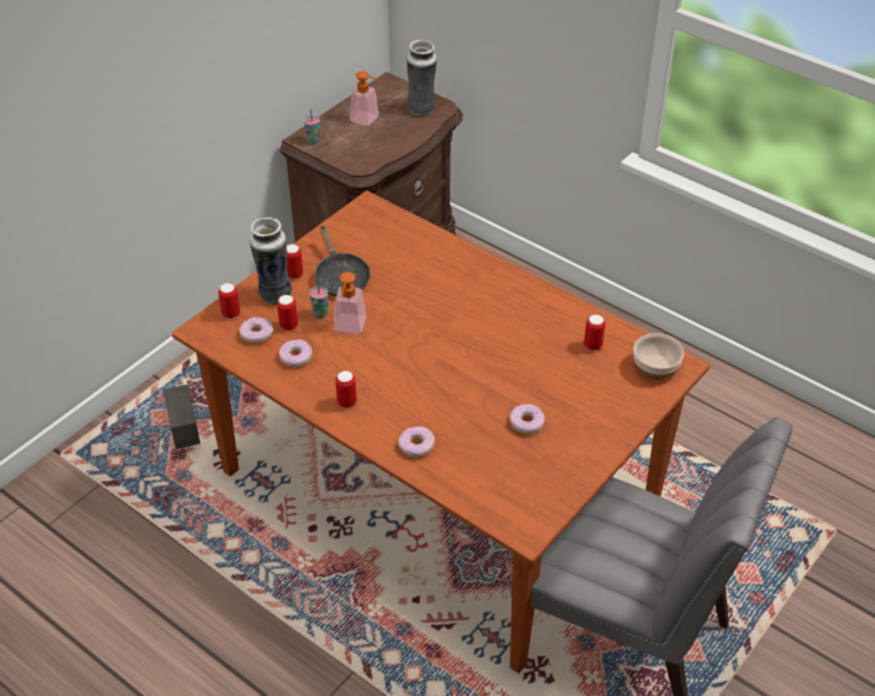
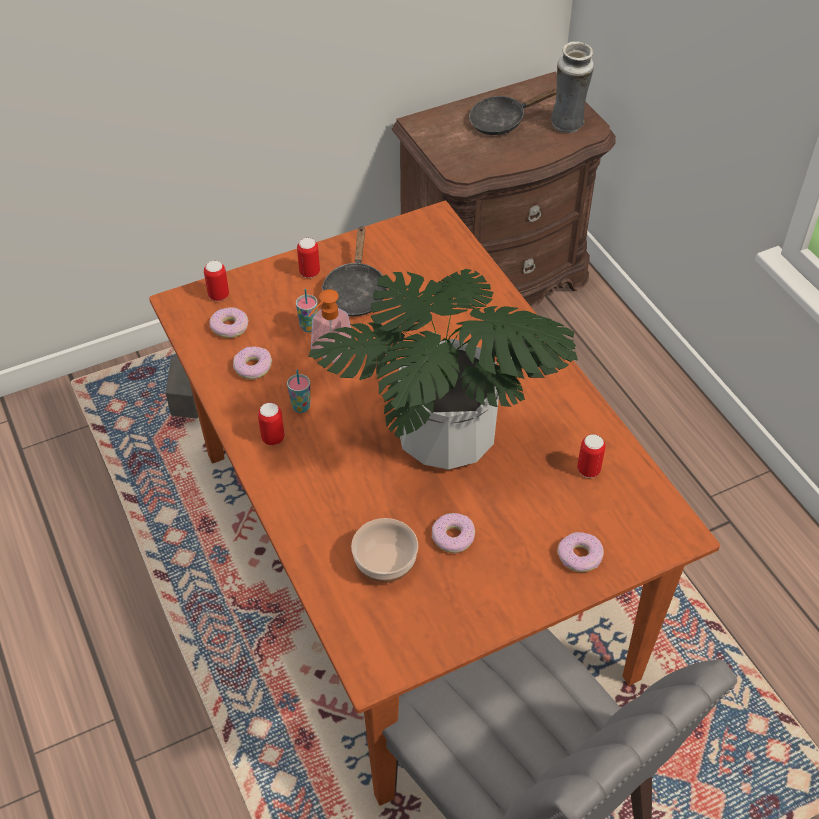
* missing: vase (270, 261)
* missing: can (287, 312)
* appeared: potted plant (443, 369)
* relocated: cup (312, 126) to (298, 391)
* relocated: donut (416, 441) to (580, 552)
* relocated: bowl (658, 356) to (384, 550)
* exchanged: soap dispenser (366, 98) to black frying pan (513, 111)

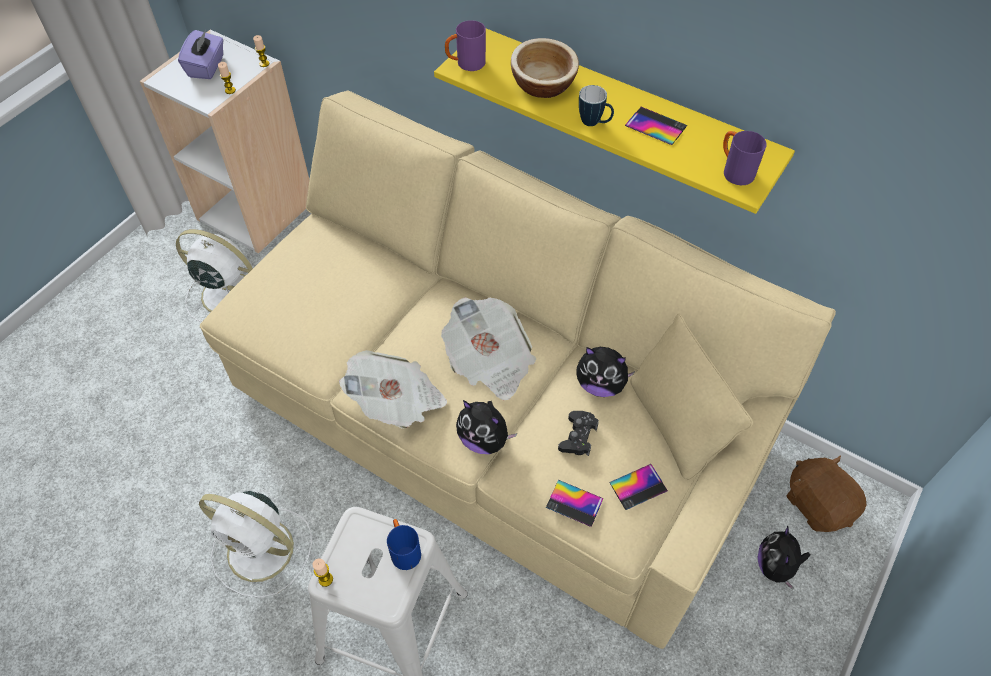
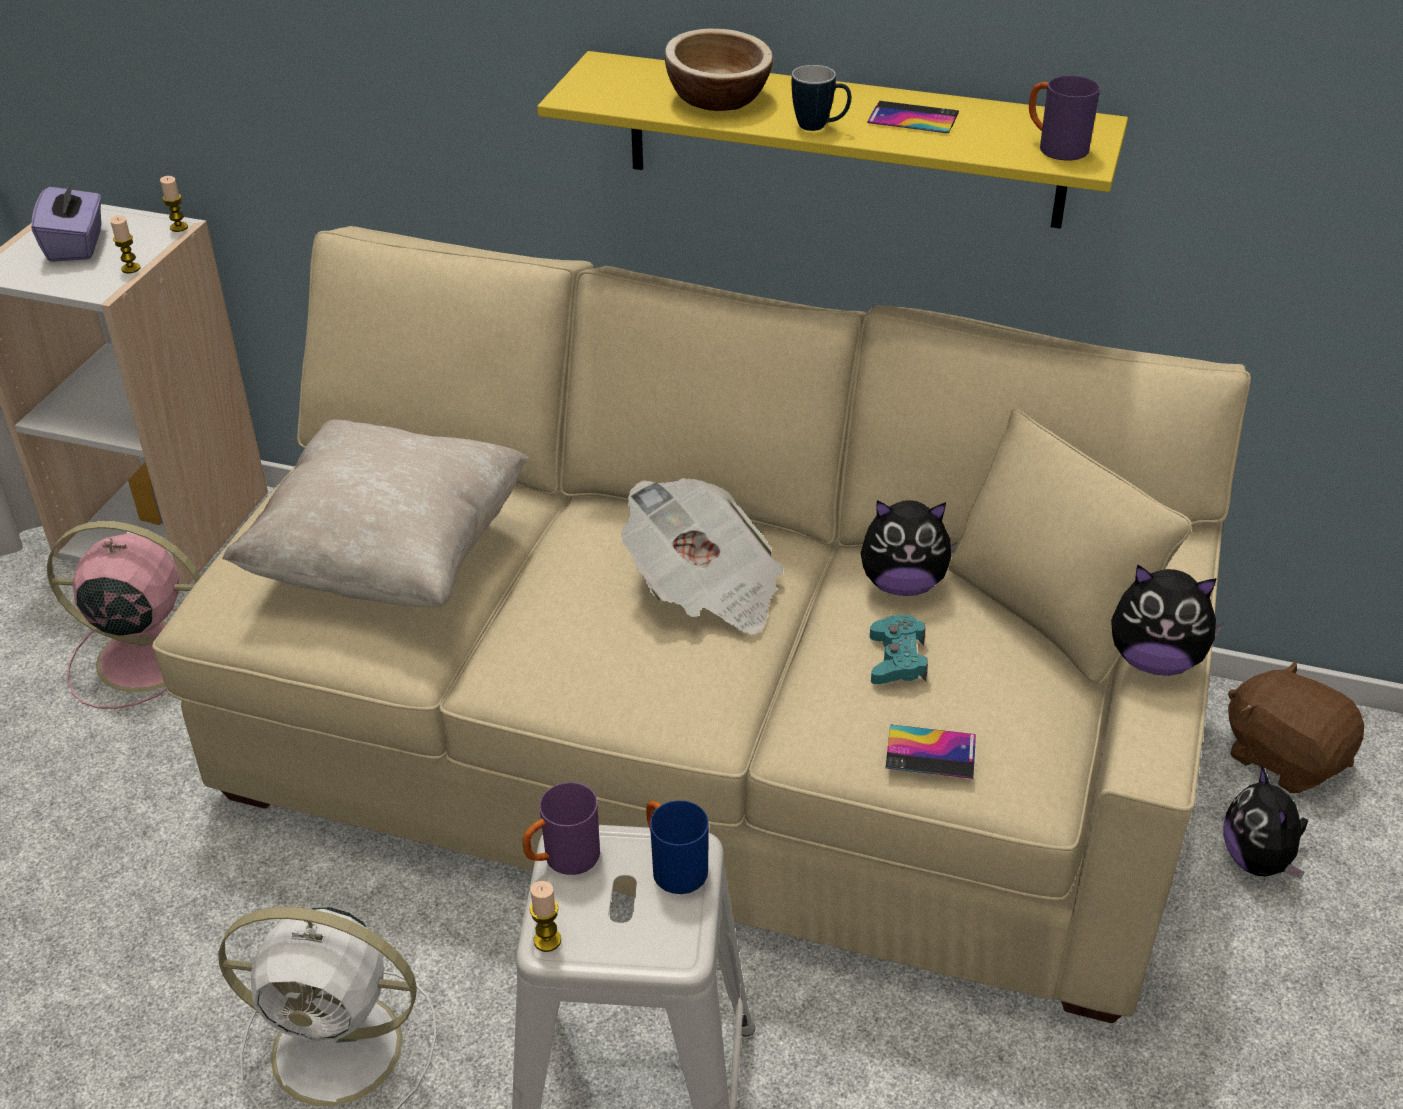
* missing: newspaper (393, 389)
* missing: phone (638, 487)
* appeared: beige pillow (375, 513)
* relocated: purple mug (465, 45) to (561, 828)
* relocated: plush toy (486, 427) to (1167, 620)
* colour: white fan (214, 275) to pink fan (124, 615)
* colour: black game controller (578, 433) to turquoise game controller (899, 649)

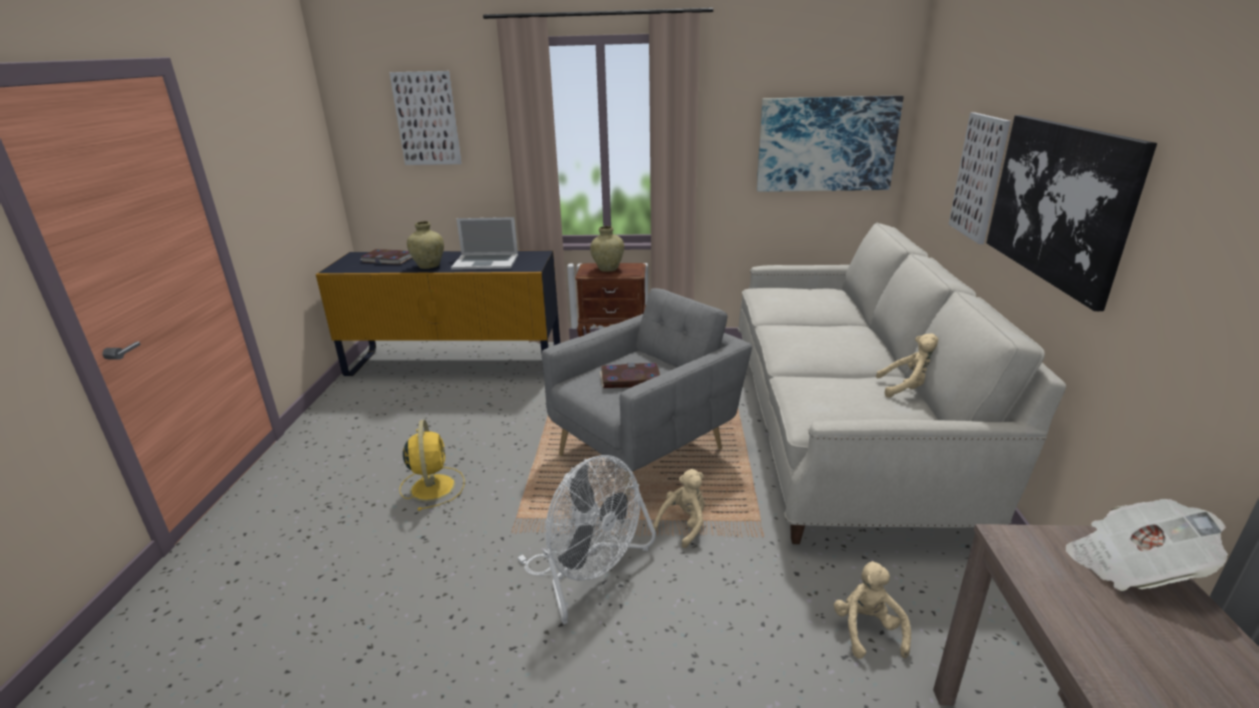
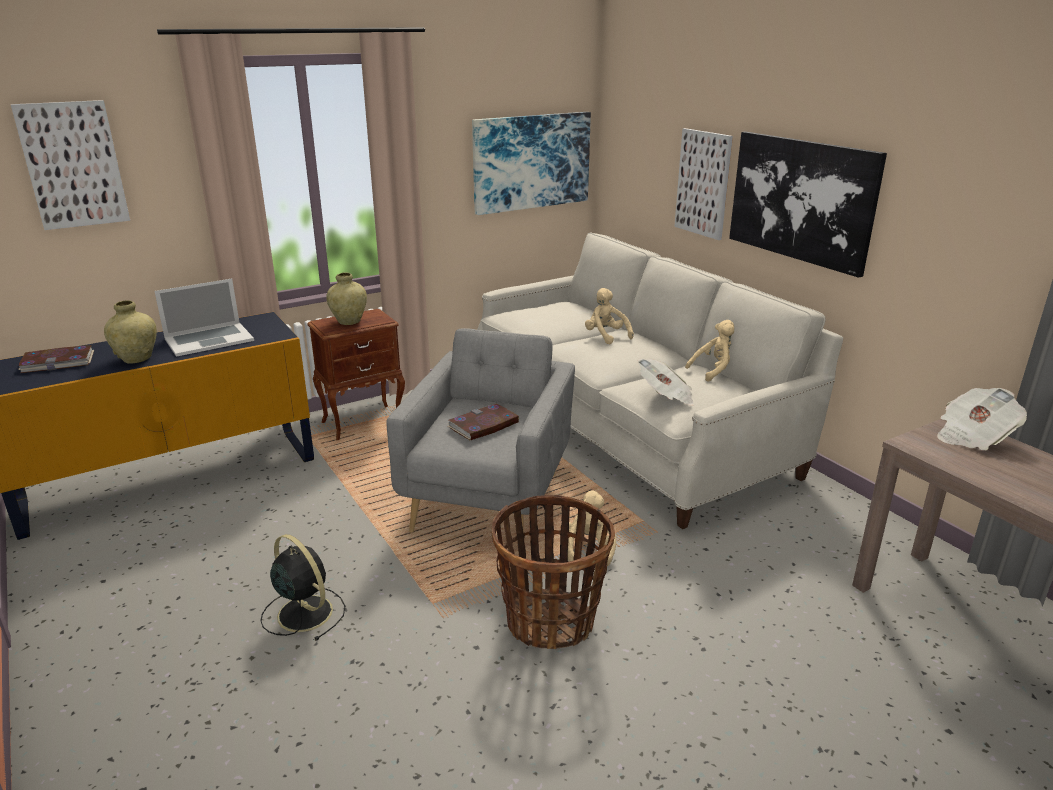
* appeared: newspaper (665, 382)
* relocated: beige plush toy (872, 610) to (609, 316)
* exchanged: white fan (587, 539) to basket (553, 572)
* colour: yellow fan (432, 465) to black fan (303, 587)

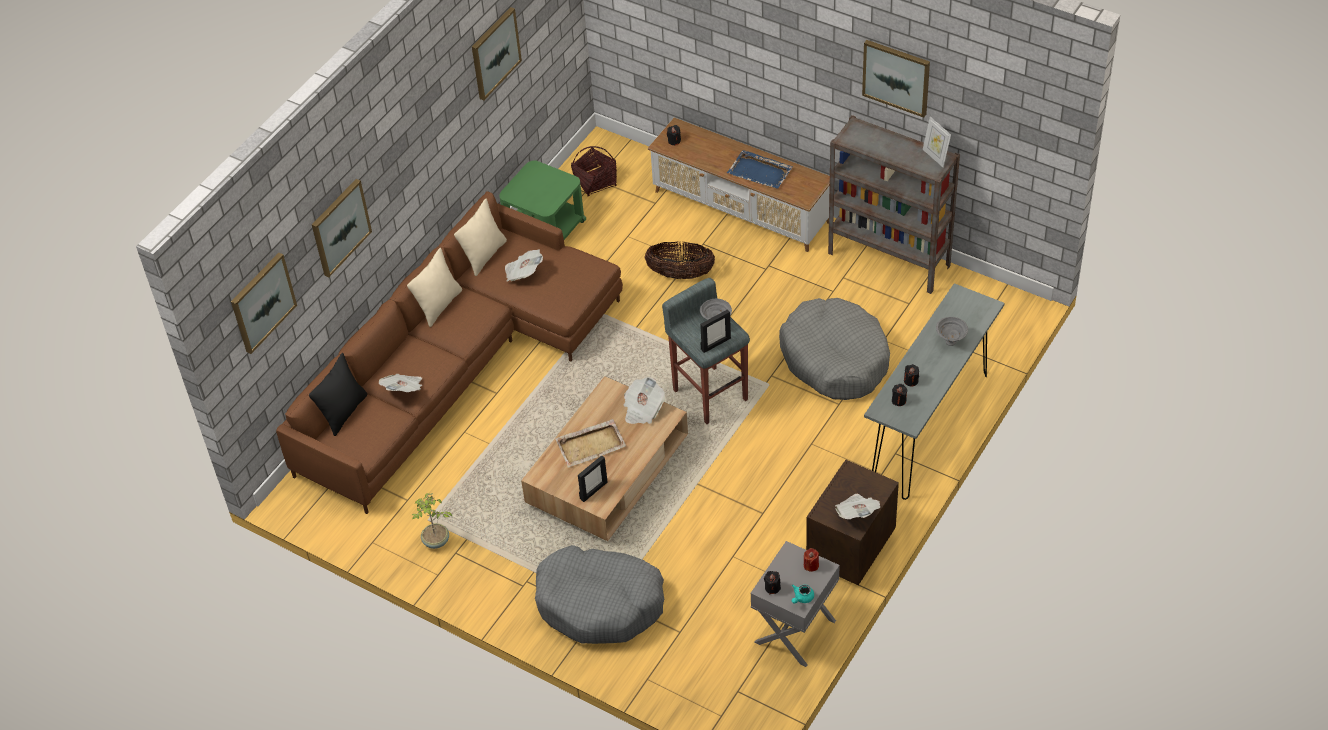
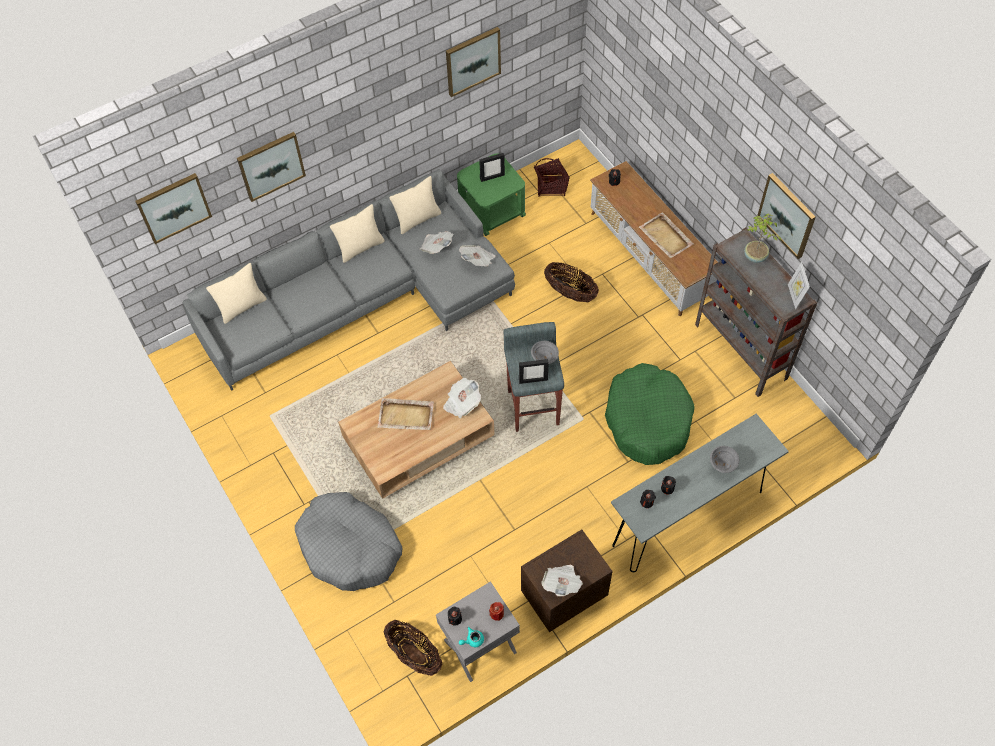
* appeared: basket (413, 648)
* relocated: newspaper (401, 383) to (477, 256)
* relocated: potted plant (432, 521) to (762, 238)
* relocated: picture frame (593, 478) to (492, 167)
* colour: brown sofa (449, 352) to grey sofa (349, 280)
* colour: black pillow (338, 394) to beige pillow (236, 293)
* colour: blue tray (760, 169) to beige tray (666, 235)
* colour: grey dog bed (834, 349) to green dog bed (650, 414)

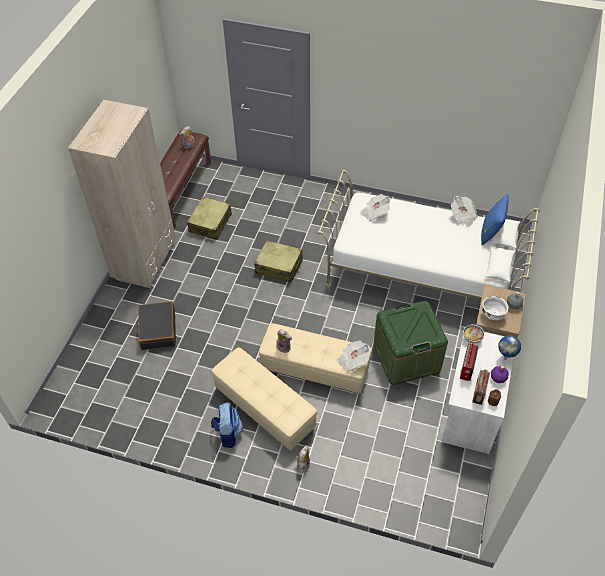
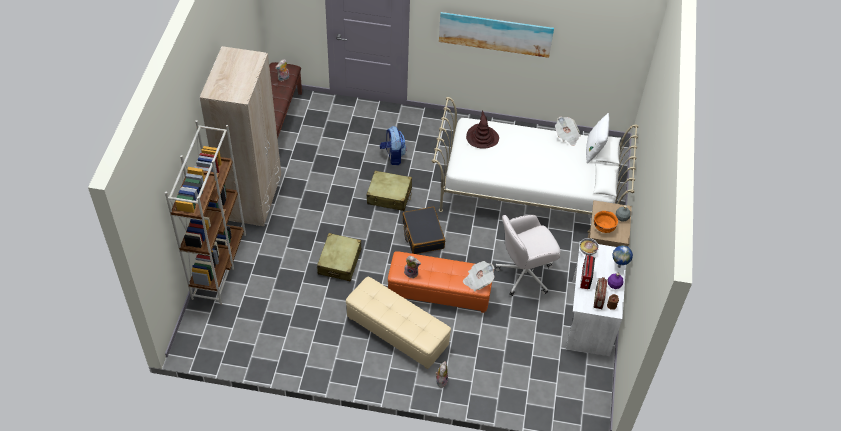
* appeared: brown bookcase (205, 212)
* appeared: picture (496, 35)
* relocated: black suitcase (156, 325) to (423, 230)
* relocated: beige suitcase (209, 218) to (339, 257)
* relocated: backpack (227, 425) to (393, 145)
* exchanged: newspaper (375, 207) to brown hat (482, 129)
* exchanged: green storage box (410, 343) to white office chair (528, 255)
* colour: beige ottoman (315, 359) to orange ottoman (441, 282)
* colour: blue pillow (495, 220) to white pillow (597, 138)
* colour: white bowl (495, 308) to orange bowl (606, 222)

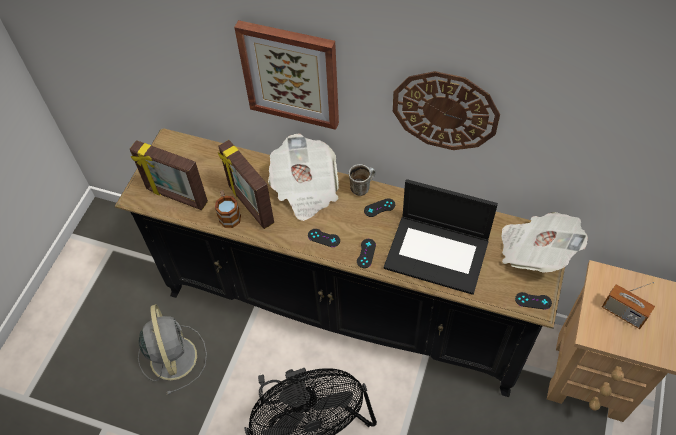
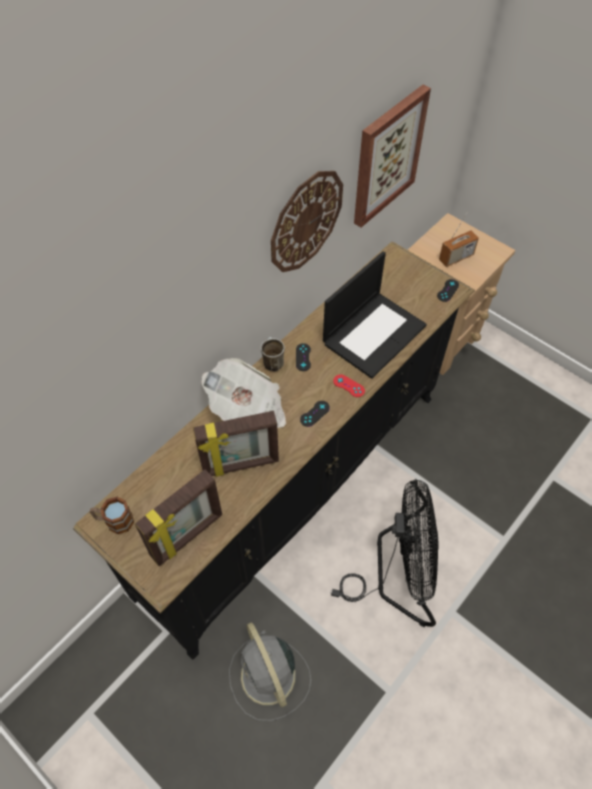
* missing: newspaper (544, 242)
* relocated: mug (228, 209) to (112, 515)
* relocated: picture (286, 75) to (392, 156)
* colour: black game controller (366, 253) to red game controller (349, 385)
* spun: grey fan (172, 349) = (270, 671) 120 degrees counterclockwise

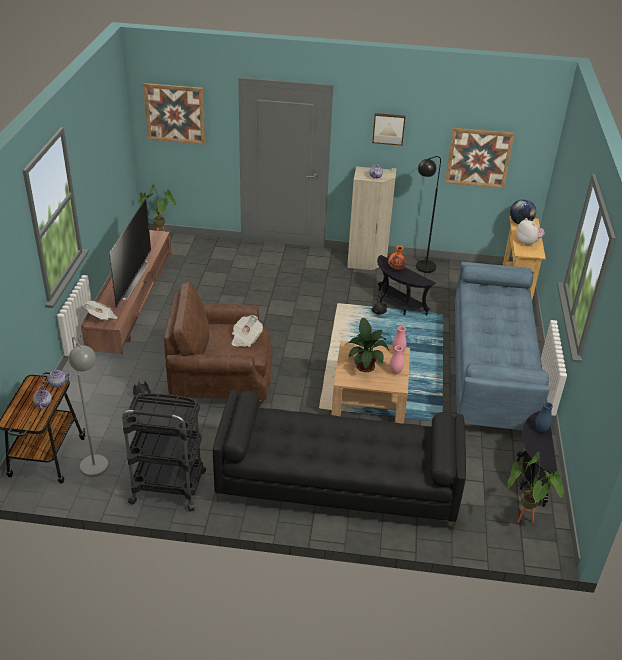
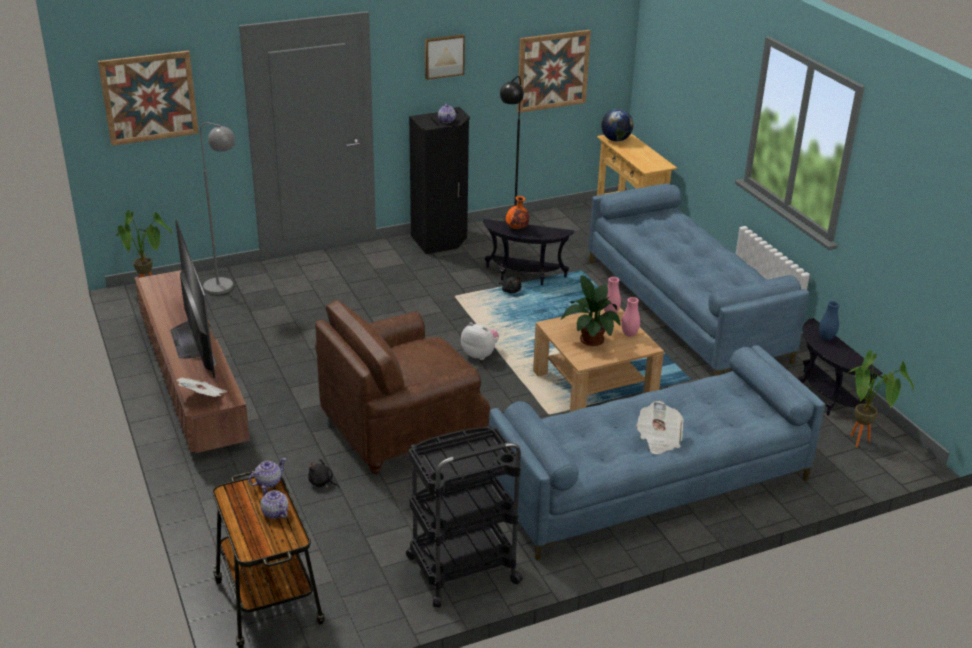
* relocated: grey floor lamp (88, 407) to (217, 208)
* relocated: newspaper (247, 331) to (660, 427)
* relocated: plush toy (530, 232) to (480, 341)
* colour: black sofa (339, 459) to blue sofa (657, 452)
* colour: beige cabinet (371, 218) to black cabinet (439, 180)

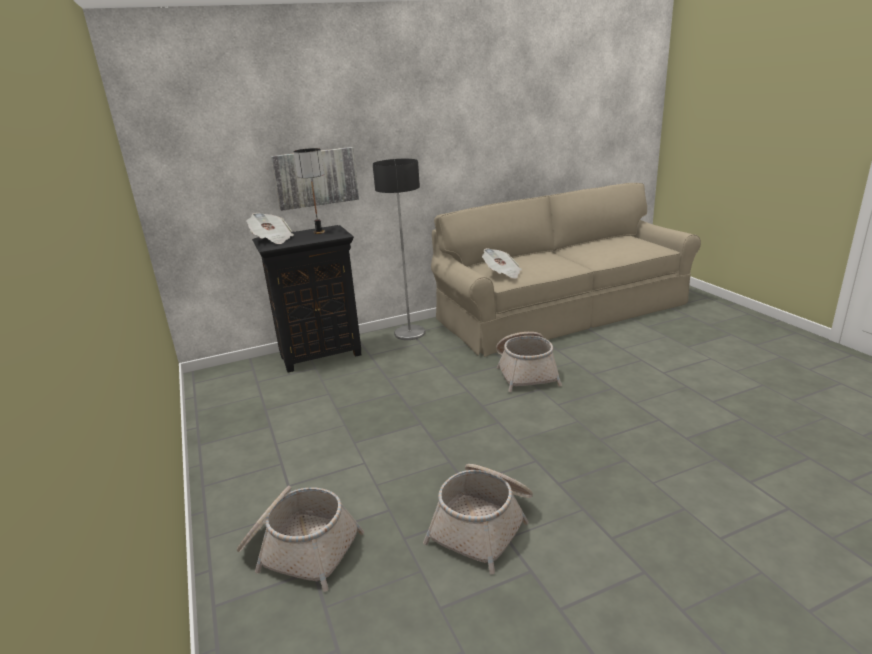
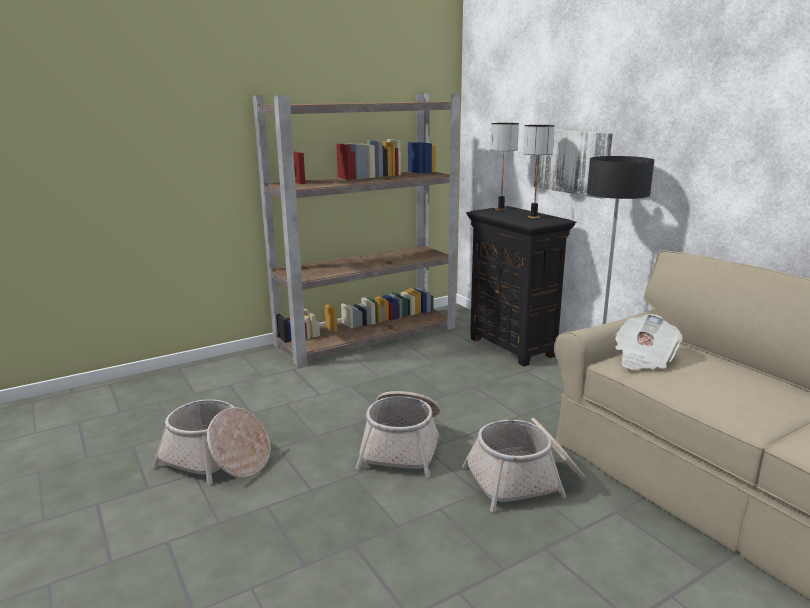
* appeared: brown bookcase (356, 230)
* relocated: basket (300, 539) to (398, 434)
* exchanged: newspaper (270, 228) to table lamp (504, 167)

